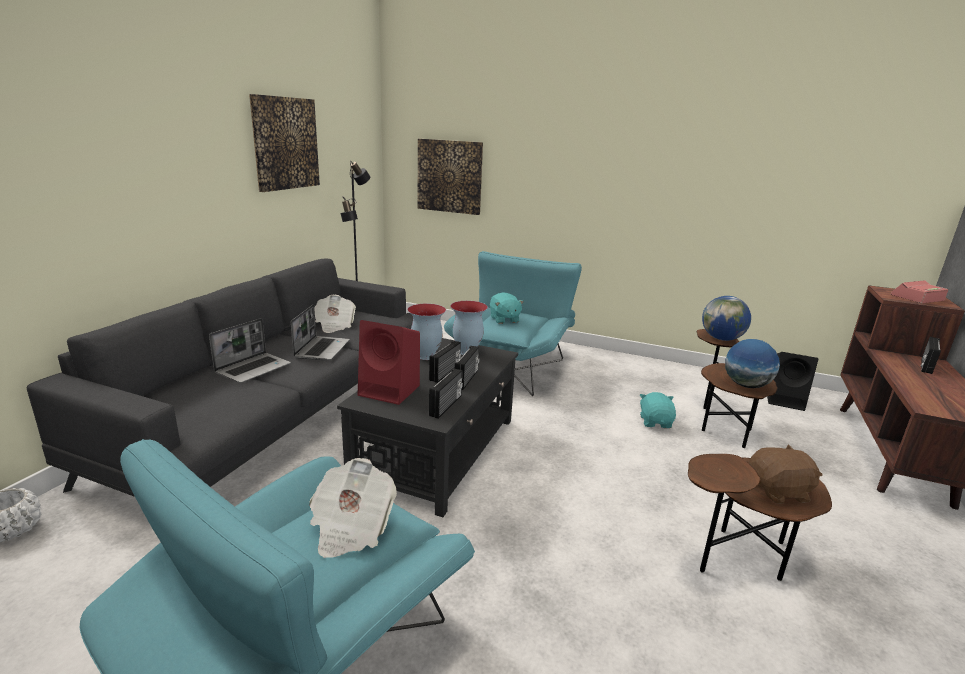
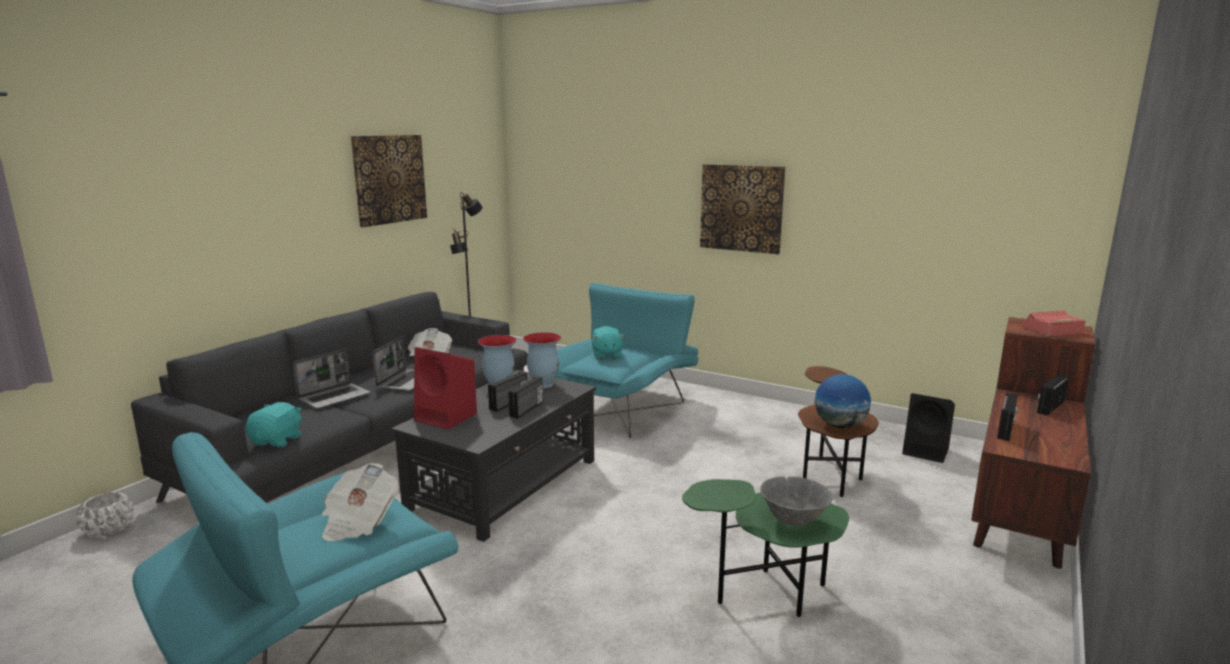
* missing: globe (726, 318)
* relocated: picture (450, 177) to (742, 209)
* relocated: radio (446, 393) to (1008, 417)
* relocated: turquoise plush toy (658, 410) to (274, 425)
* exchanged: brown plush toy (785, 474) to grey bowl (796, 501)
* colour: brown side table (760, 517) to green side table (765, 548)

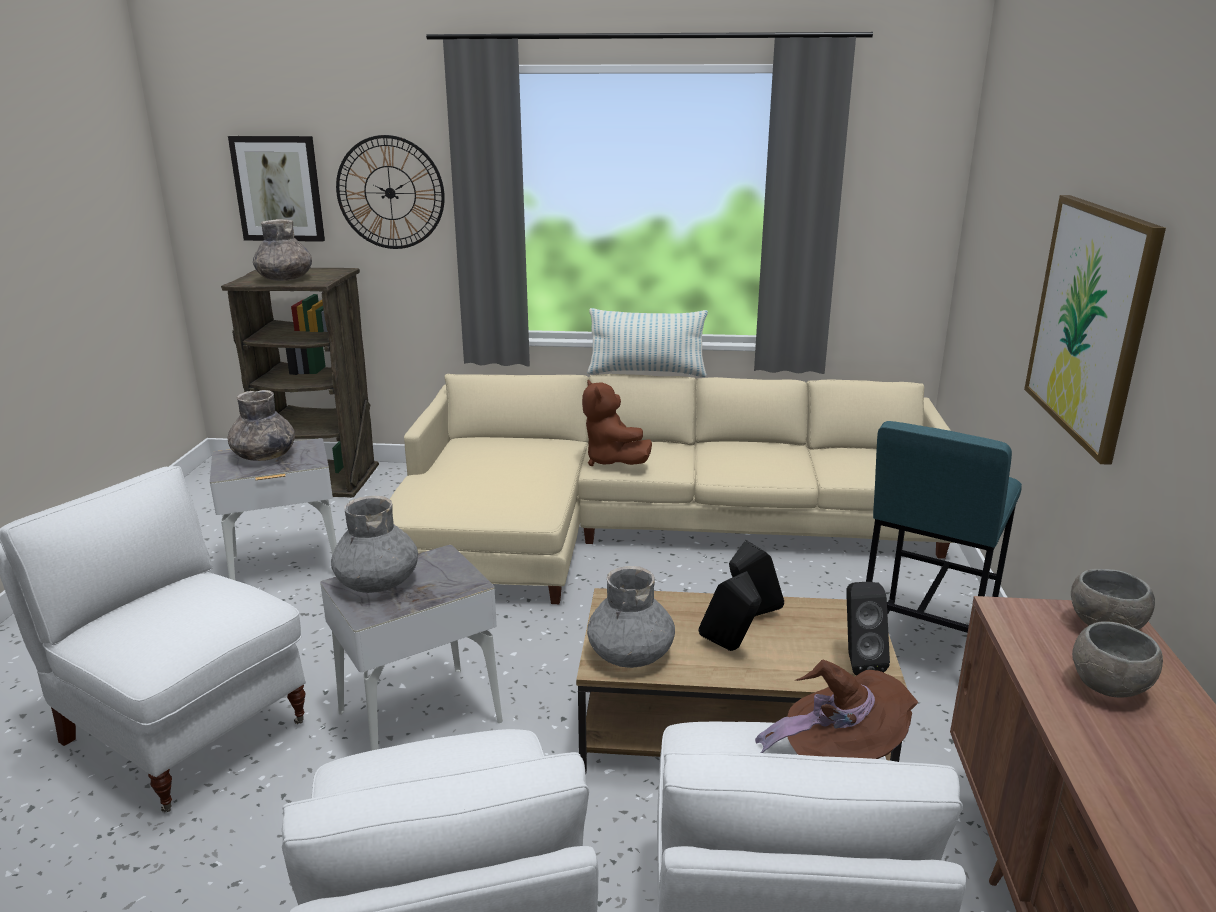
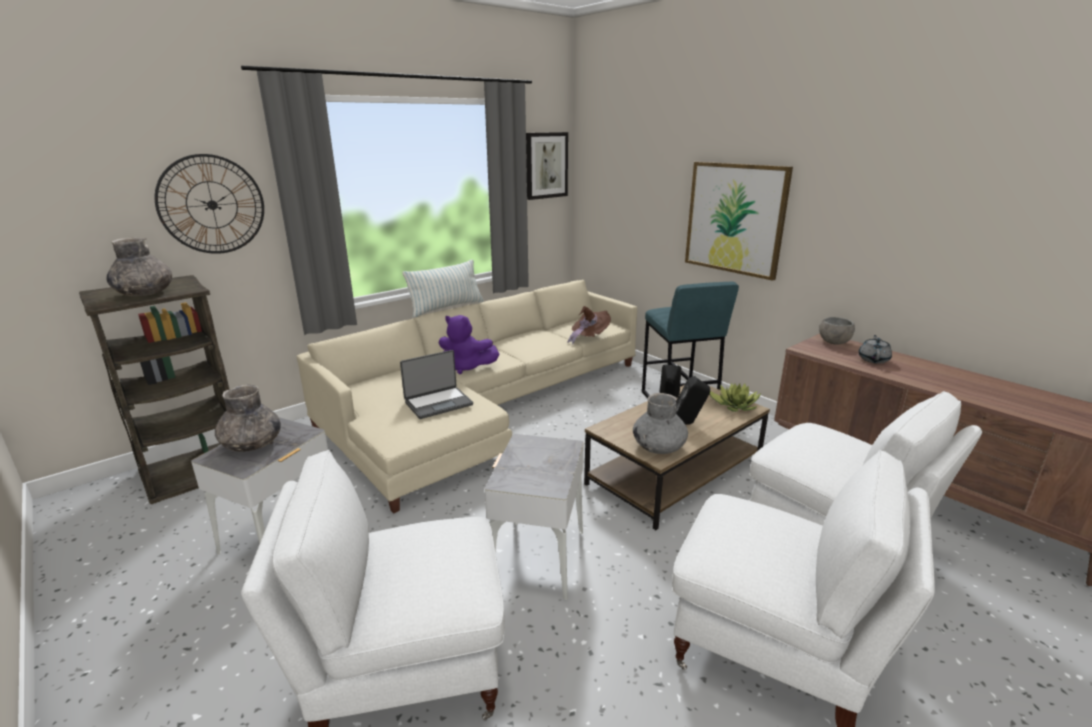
* missing: grey vase (374, 544)
* appeared: laptop (436, 384)
* relocated: picture (276, 189) to (547, 166)
* relocated: brown hat (836, 709) to (589, 325)
* exchanged: black speaker (868, 628) to potted plant (735, 397)
* exchanged: grey bowl (1117, 659) to grey teapot (875, 349)
* colour: brown plush toy (617, 422) to purple plush toy (469, 344)

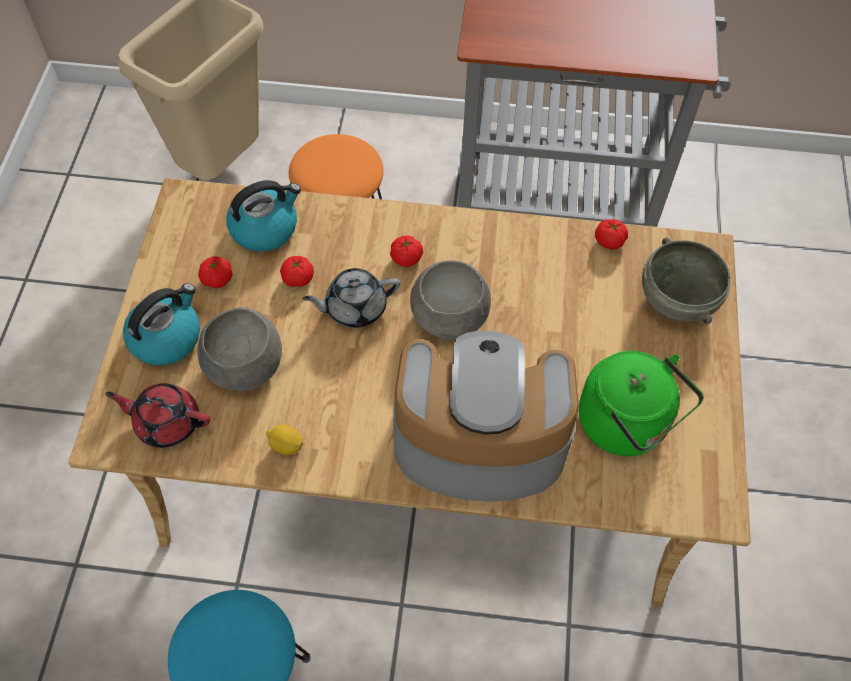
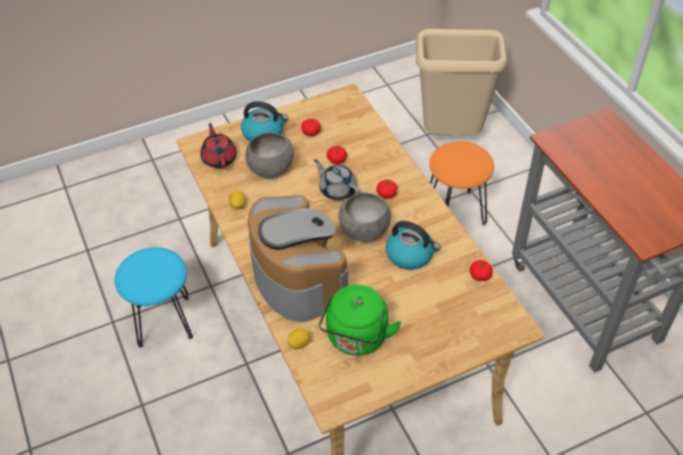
* missing: grey bowl (686, 280)
* appeared: lemon (298, 338)
* relocated: kettle (263, 216) to (413, 245)

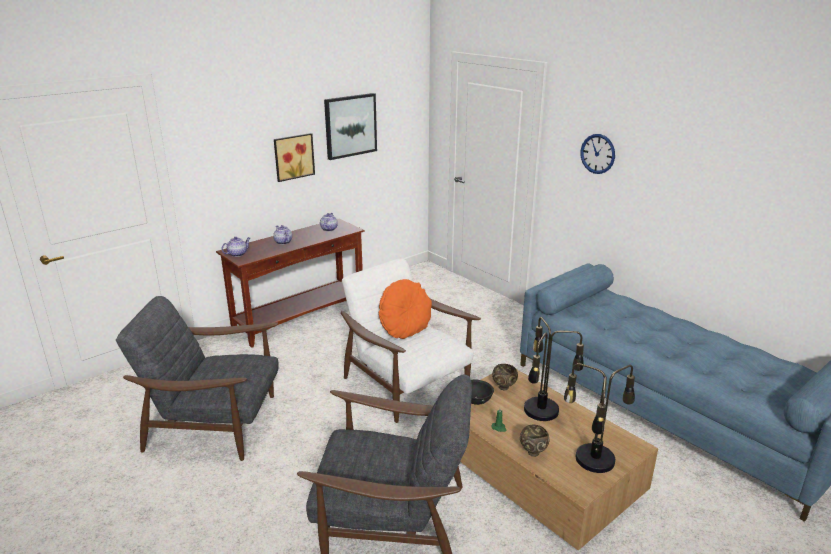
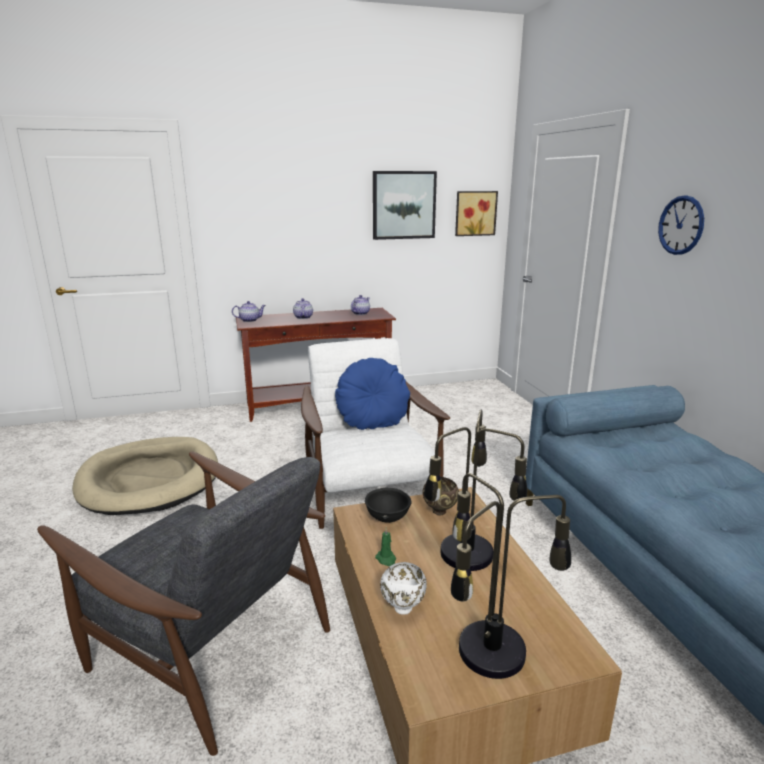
* relocated: picture (294, 157) to (476, 213)
* exchanged: grey armchair (197, 378) to beige dog bed (145, 476)
* colour: orange pillow (405, 309) to blue pillow (372, 394)
* colour: brown bowl (534, 441) to white bowl (403, 588)

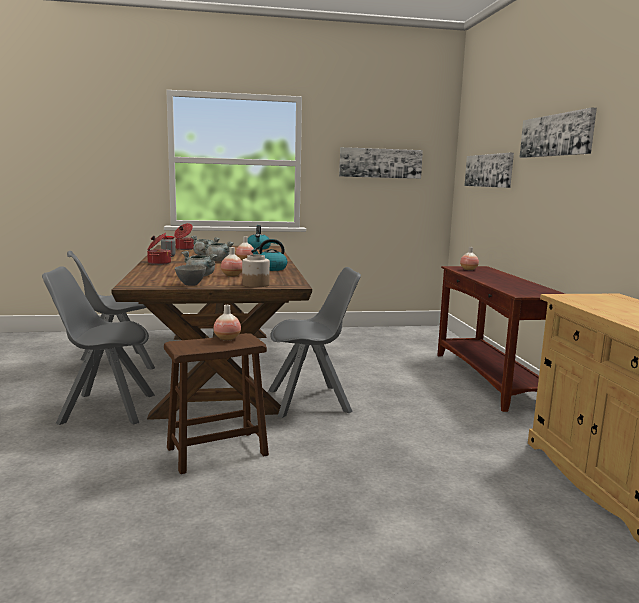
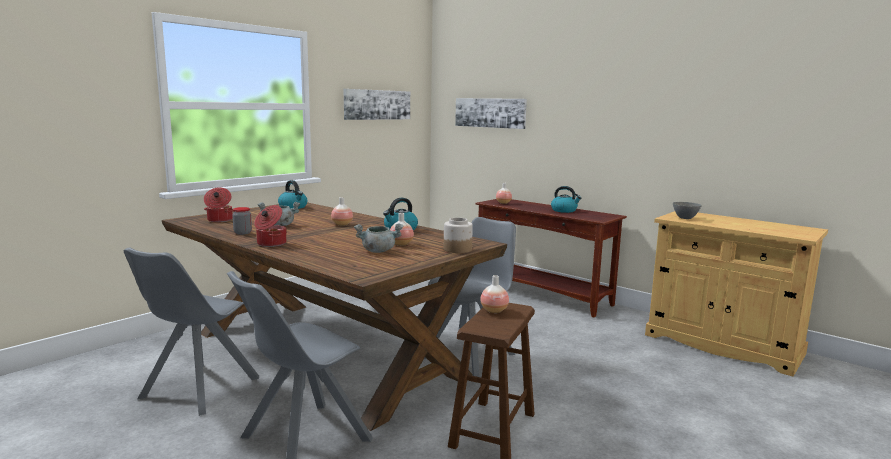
* missing: grey cooking pot (218, 250)
* missing: picture (558, 132)
* appeared: kettle (566, 199)
* relocated: grey bowl (190, 275) to (687, 210)

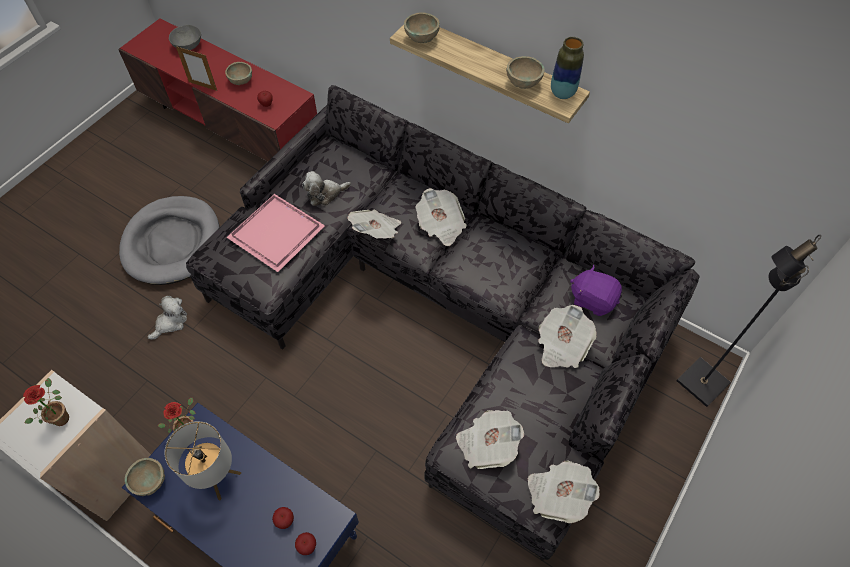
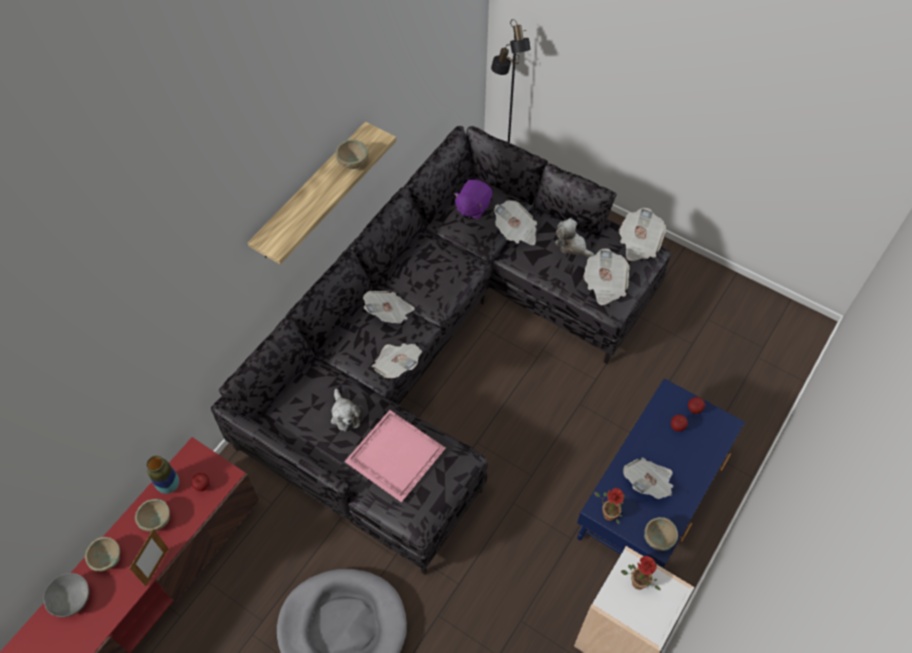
* relocated: plush toy (167, 318) to (574, 237)
* relocated: beige bowl (422, 28) to (102, 554)
* relocated: vase (567, 68) to (163, 475)
* exchanged: table lamp (202, 461) to newspaper (648, 478)

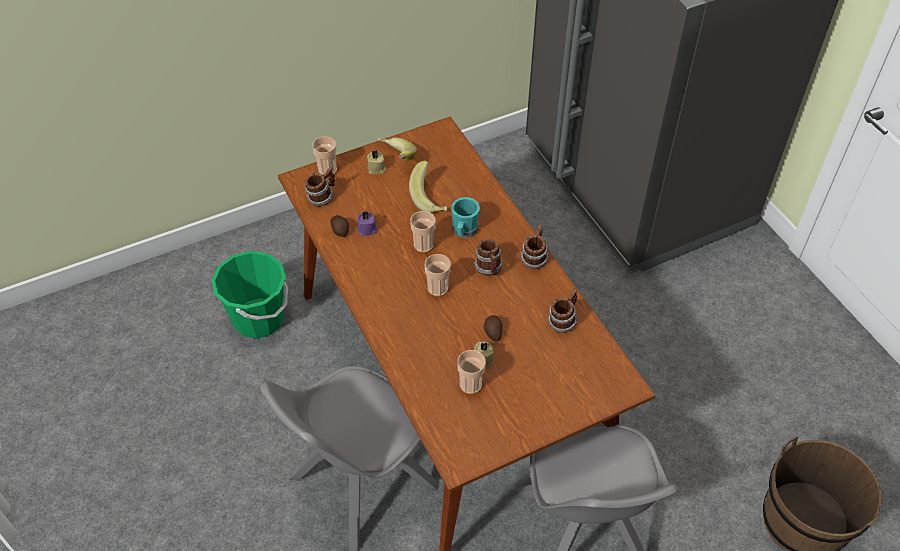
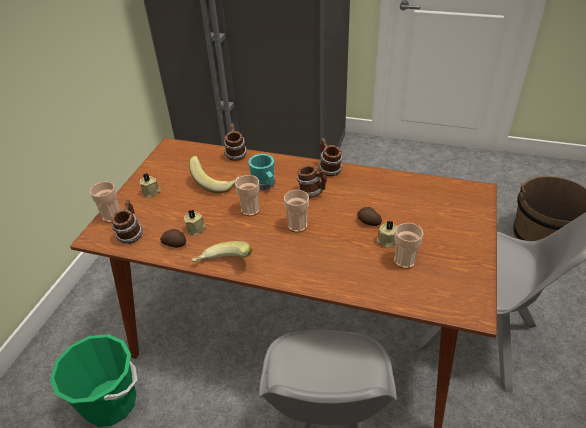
* relocated: banana (397, 149) to (221, 251)
* relocated: mug (562, 310) to (235, 142)
* colour: purple candle (367, 223) to beige candle (195, 222)

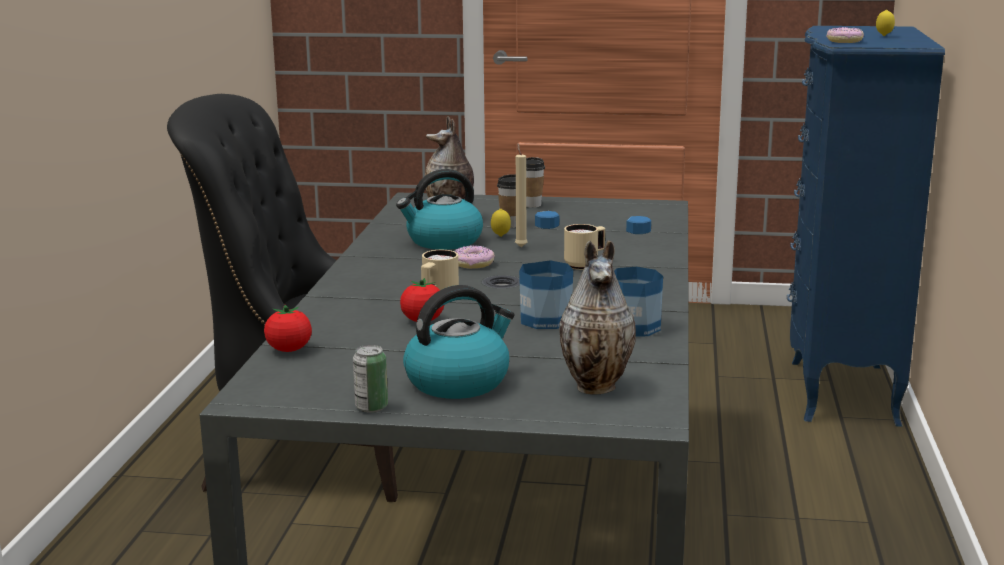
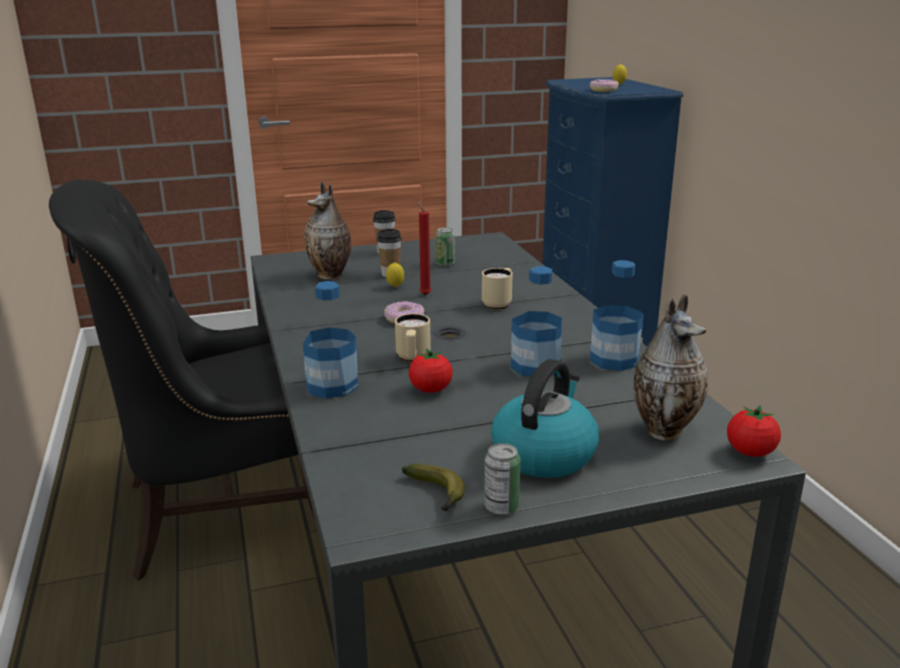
* missing: kettle (439, 209)
* appeared: bottle (330, 340)
* appeared: banana (433, 488)
* appeared: can (445, 247)
* relocated: tomato (288, 328) to (754, 431)
* colour: beige candle (521, 195) to red candle (424, 248)

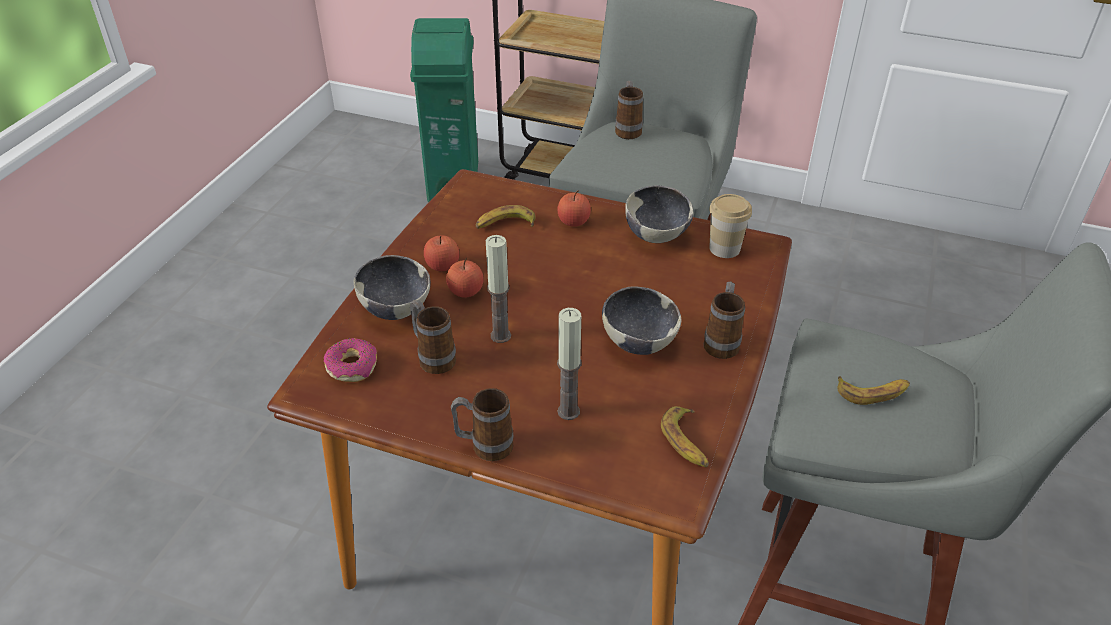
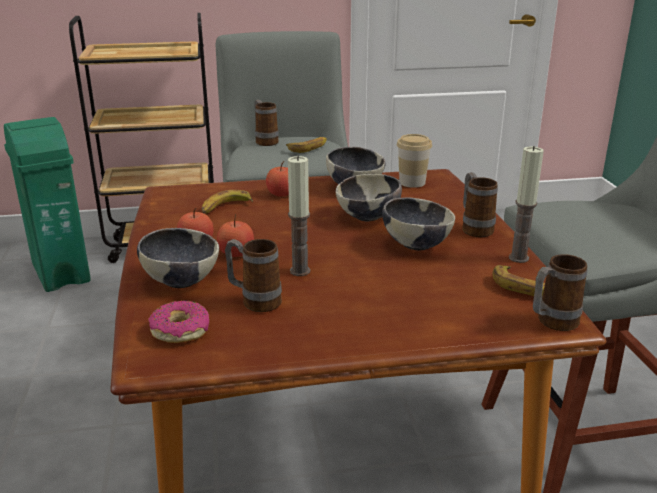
* appeared: bowl (369, 198)
* relocated: mug (482, 424) to (560, 292)
* relocated: candle (569, 364) to (526, 204)
* relocated: banana (874, 390) to (306, 145)

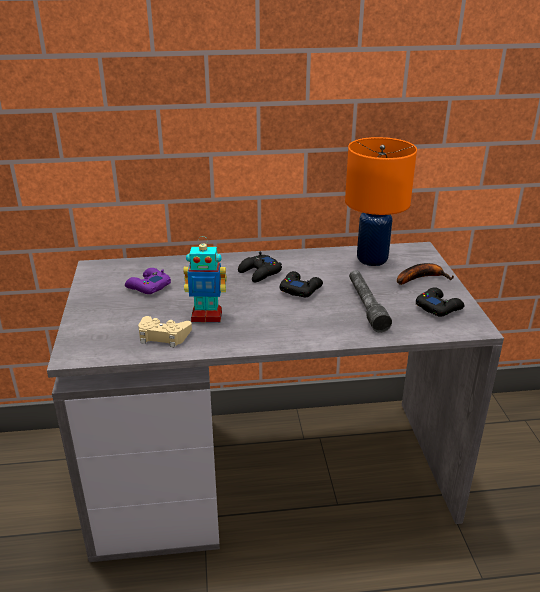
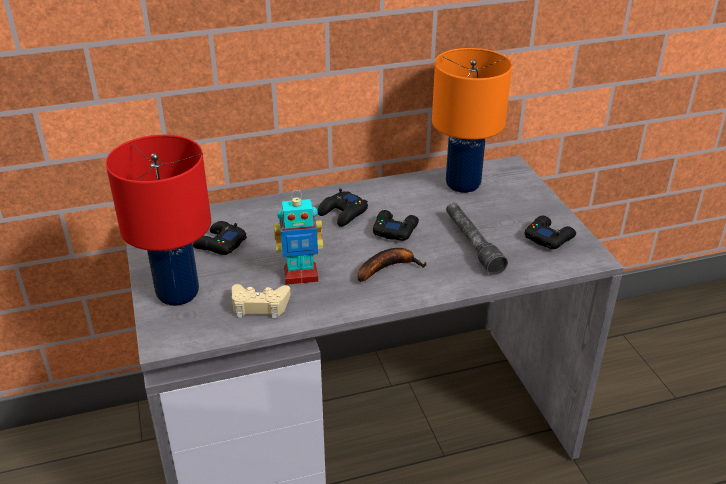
* appeared: red table lamp (158, 220)
* relocated: banana (425, 274) to (392, 265)
* colour: purple game controller (148, 281) to black game controller (220, 238)

